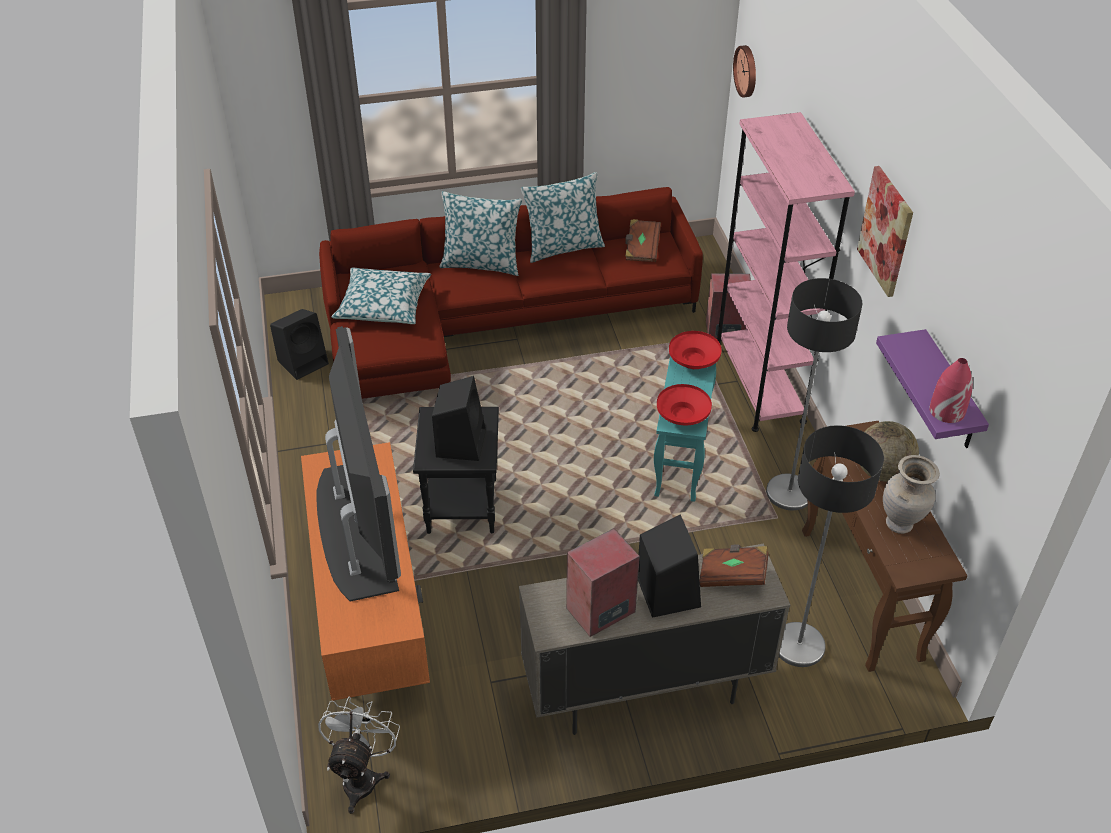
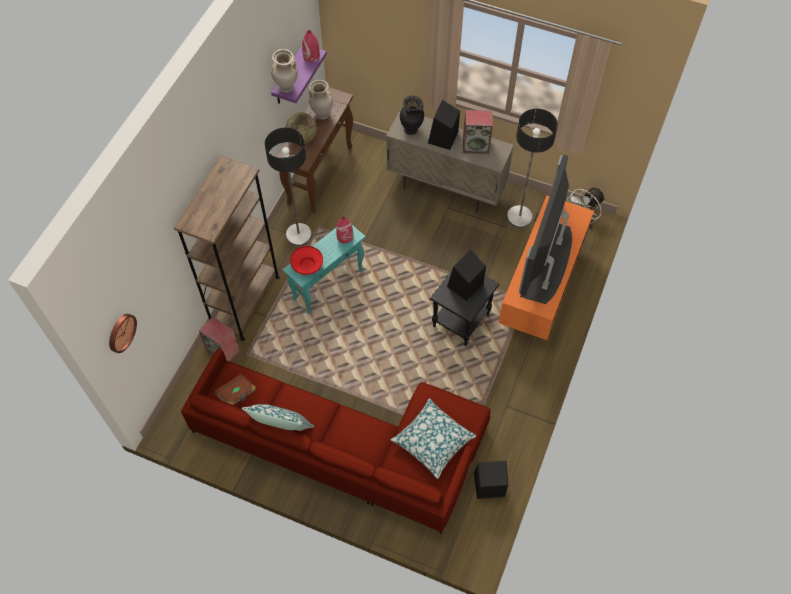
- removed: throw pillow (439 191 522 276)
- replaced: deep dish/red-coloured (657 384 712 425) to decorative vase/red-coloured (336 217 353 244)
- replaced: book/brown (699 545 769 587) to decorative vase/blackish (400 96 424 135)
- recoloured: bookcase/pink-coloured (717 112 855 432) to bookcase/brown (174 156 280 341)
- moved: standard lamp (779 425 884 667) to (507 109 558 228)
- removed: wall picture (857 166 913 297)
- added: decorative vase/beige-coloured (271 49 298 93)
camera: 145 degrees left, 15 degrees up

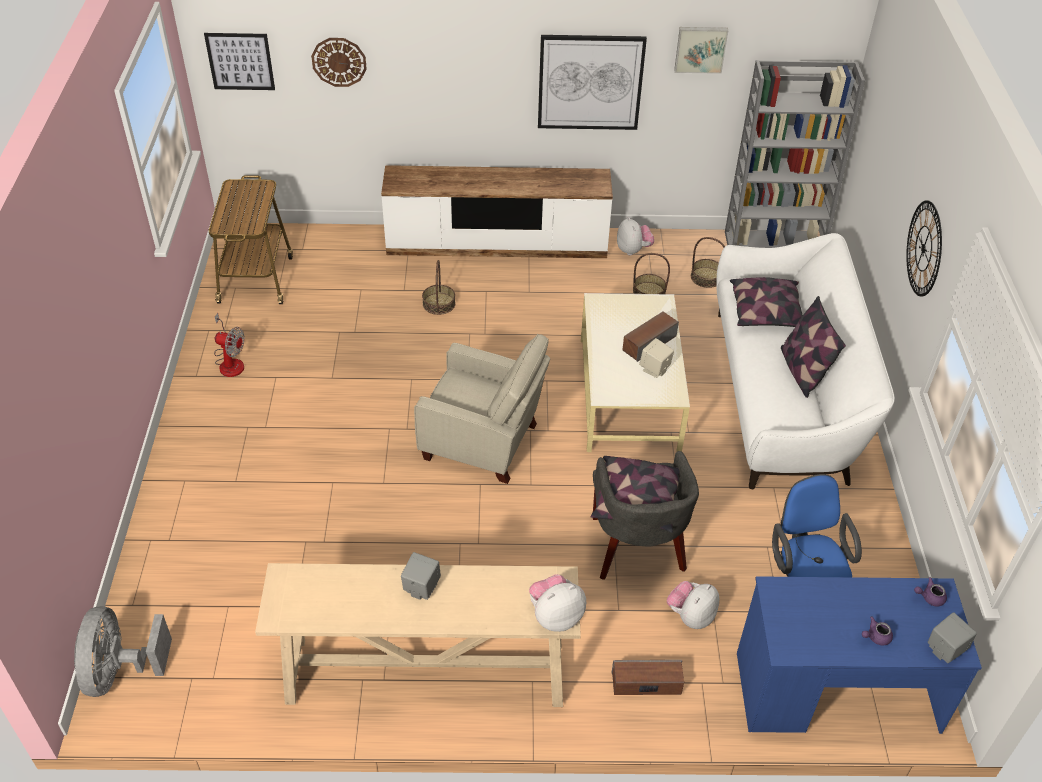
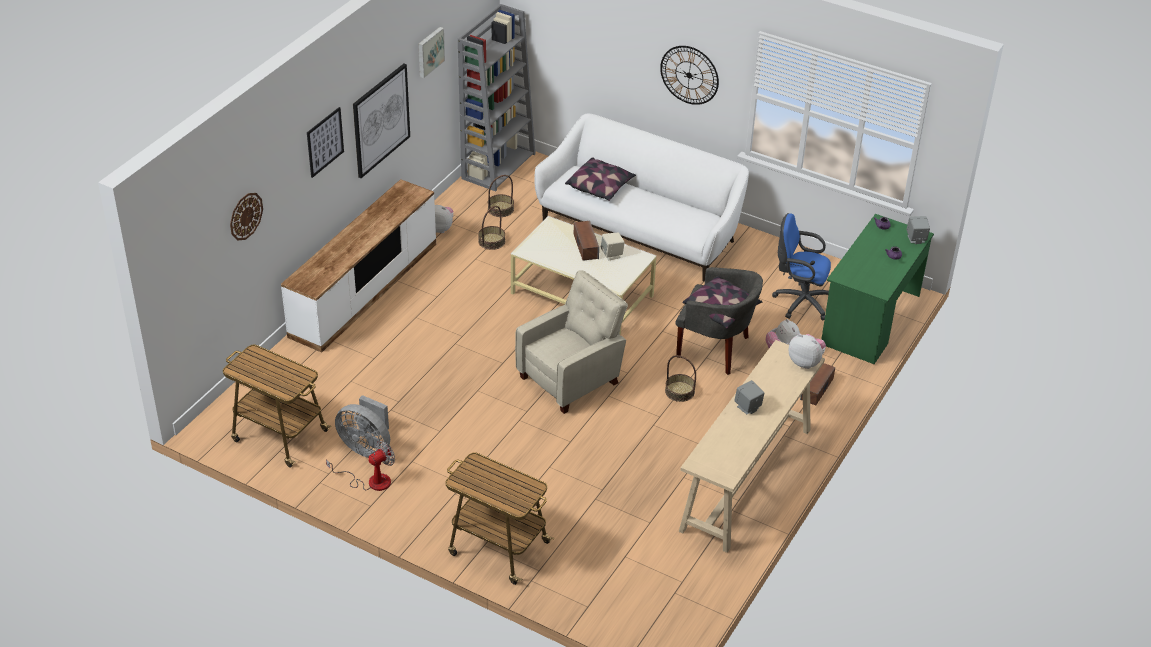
- moved: fan/grey (74 606 172 697) to (335 395 390 458)
- moved: wall picture (204 33 275 90) to (307 107 344 178)
- moved: storage basket (422 260 455 315) to (665 355 696 402)
- turned: soft toy (529 574 586 632) = (788 334 826 369) 120 degrees clockwise
- recoloured: desk unit/blue-coloured (737 576 982 734) to desk unit/green-coloured (821 214 934 364)
- removed: throw pillow (781 296 846 398)
- added: trolley (446 452 555 585)
camera: 60 degrees left, 5 degrees down

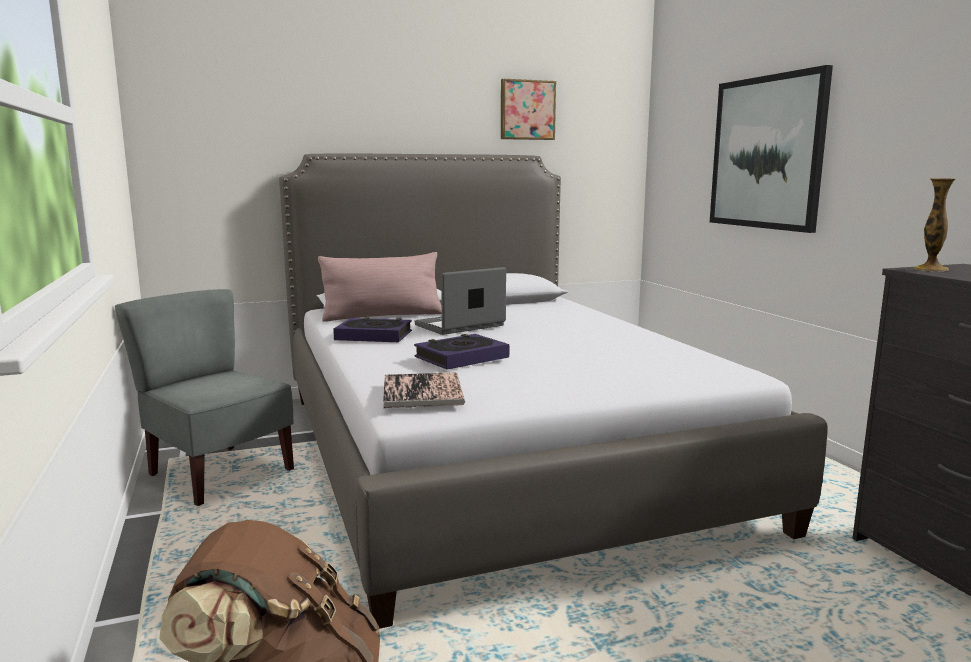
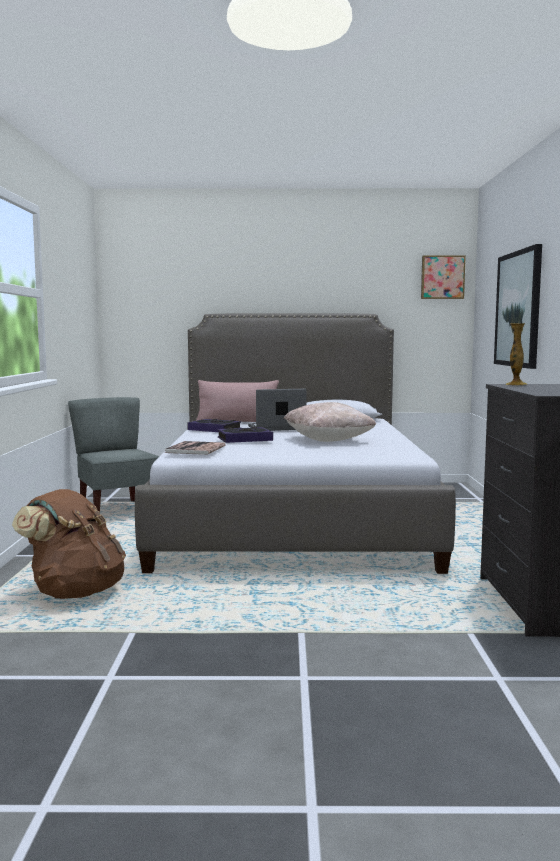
- moved: wall picture (501 79 556 140) to (421 255 466 299)
- added: throw pillow/beige-coloured (284 402 376 442)
camera: 20 degrees right, 5 degrees down

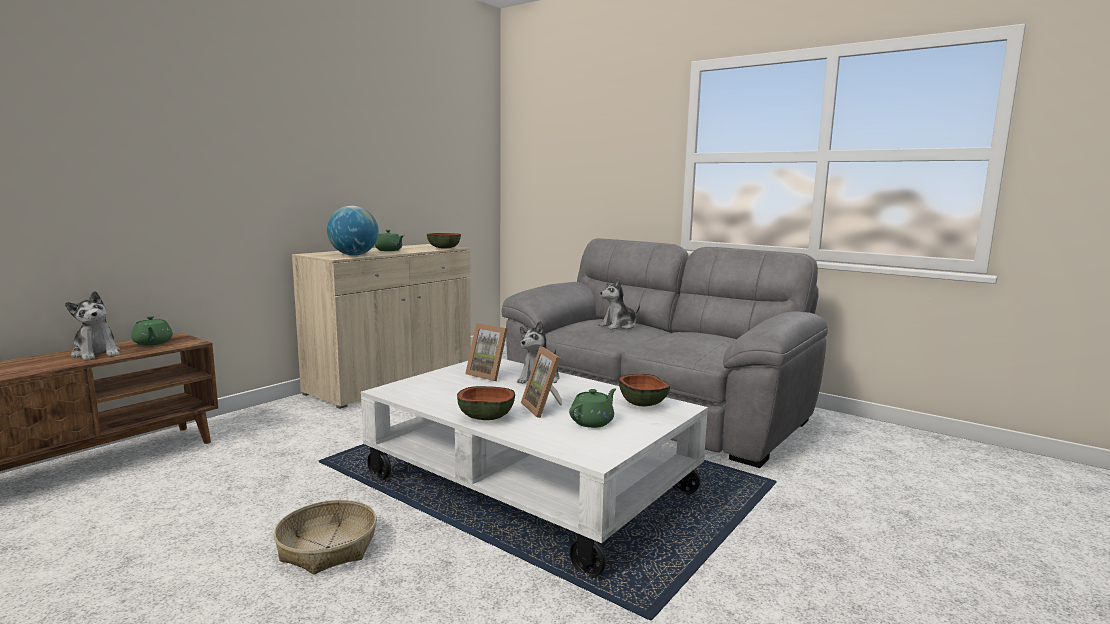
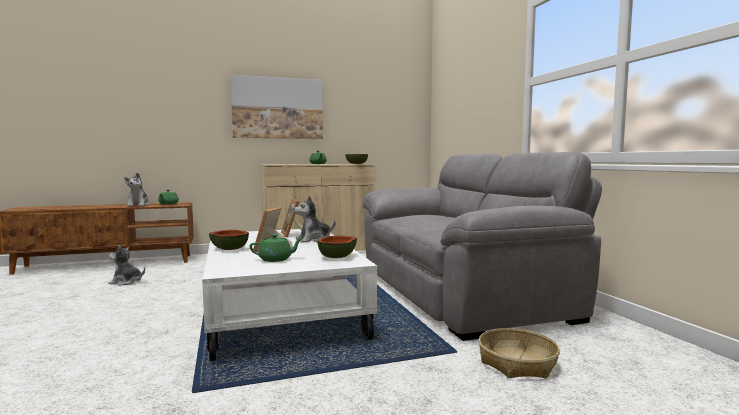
- moved: storage basket (273 500 377 574) to (479 328 560 378)
- removed: globe (327 206 379 256)
- moved: soft toy (599 278 640 330) to (108 245 145 286)
- added: wall picture (231 75 323 139)
camera: 35 degrees right, 5 degrees down

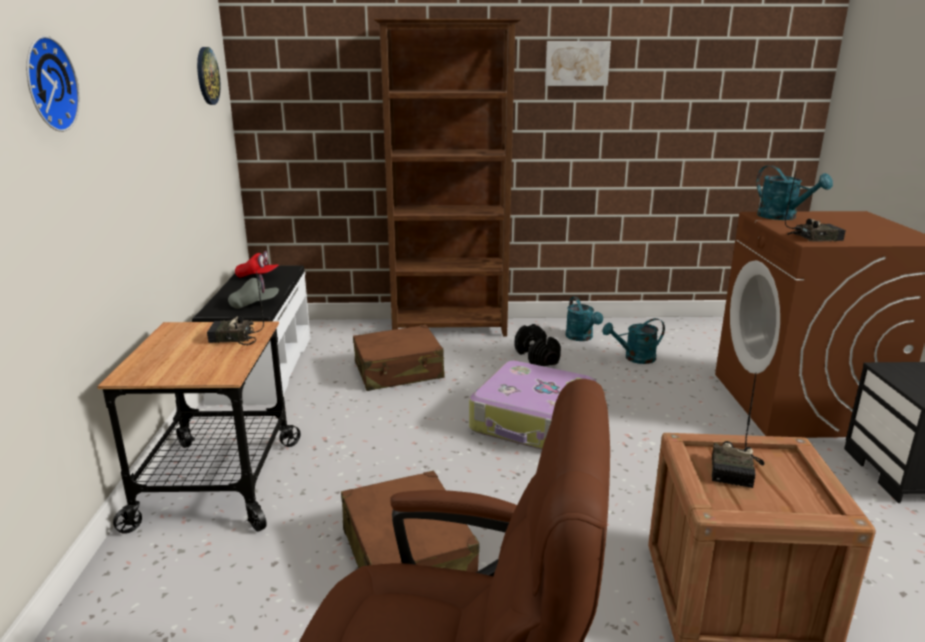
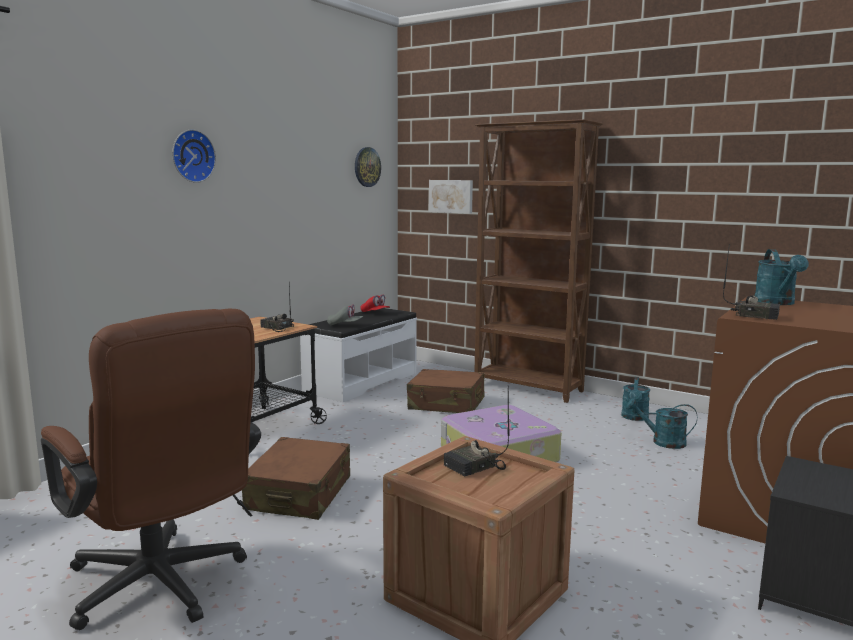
- removed: dumbbell/blackish (514 324 561 366)
- moved: wall picture (545 41 611 86) to (429 180 473 214)
camera: 35 degrees right, 10 degrees down

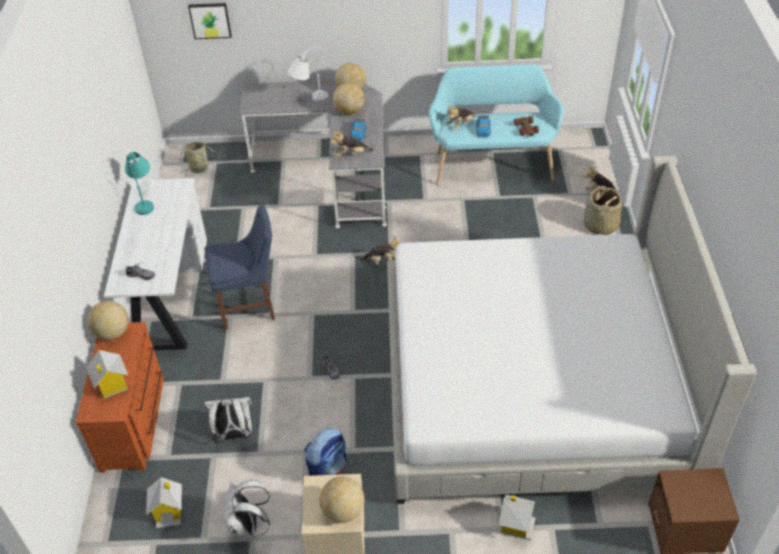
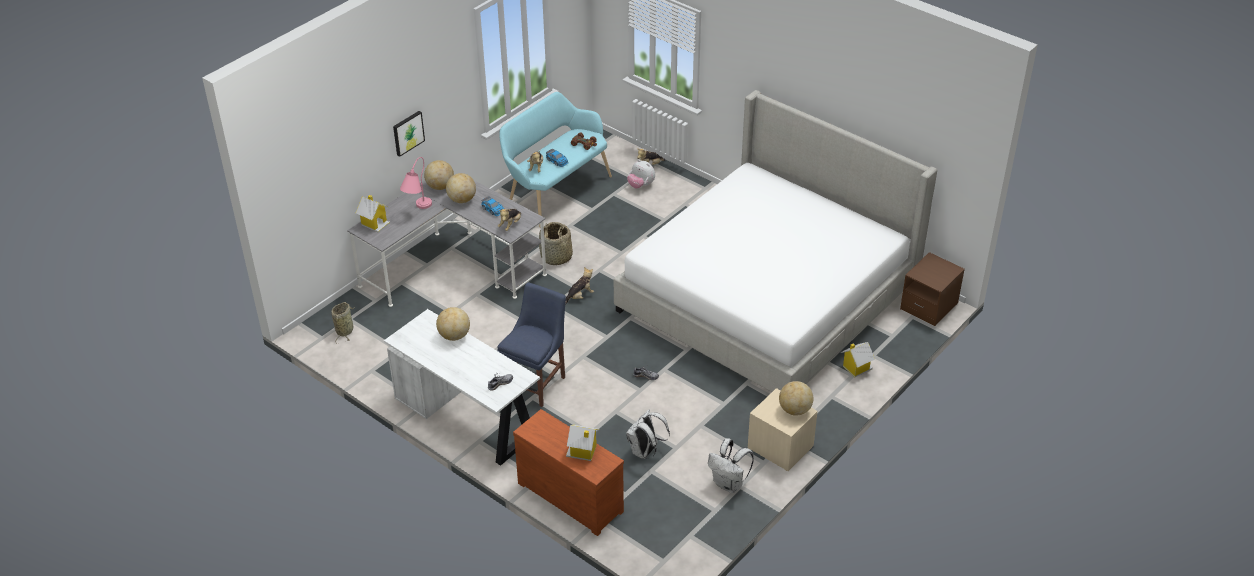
- moved: globe (87 301 128 340) to (436 307 470 341)
- removed: tabletop lamp/turquoise (125 152 154 215)
- moved: model house (146 477 182 529) to (356 195 390 233)
- moved: wall picture (188 3 232 39) to (393 111 425 157)
- recoloured: tabletop lamp/whitish (288 47 328 102) to tabletop lamp/pink-coloured (400 157 432 209)
- removed: rucksack (304 428 346 476)
- moved: storage basket (584 186 622 235) to (539 222 573 265)
- added: soft toy (627 160 655 189)
camera: 50 degrees left, 5 degrees down

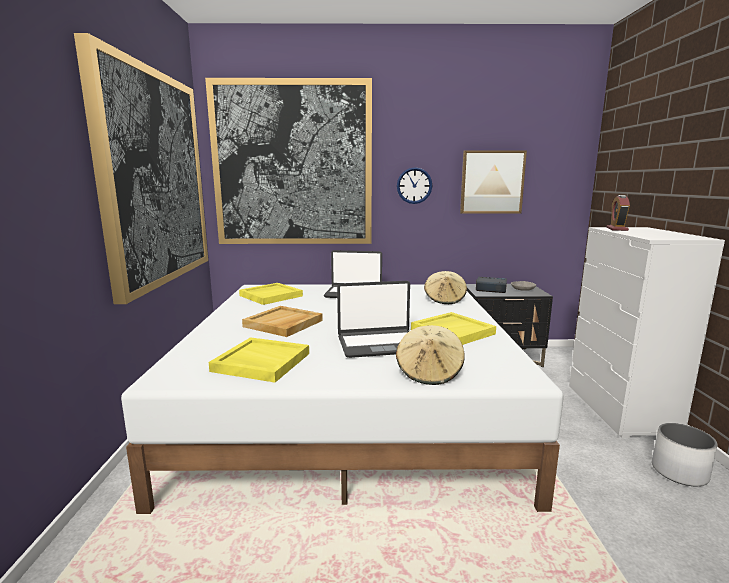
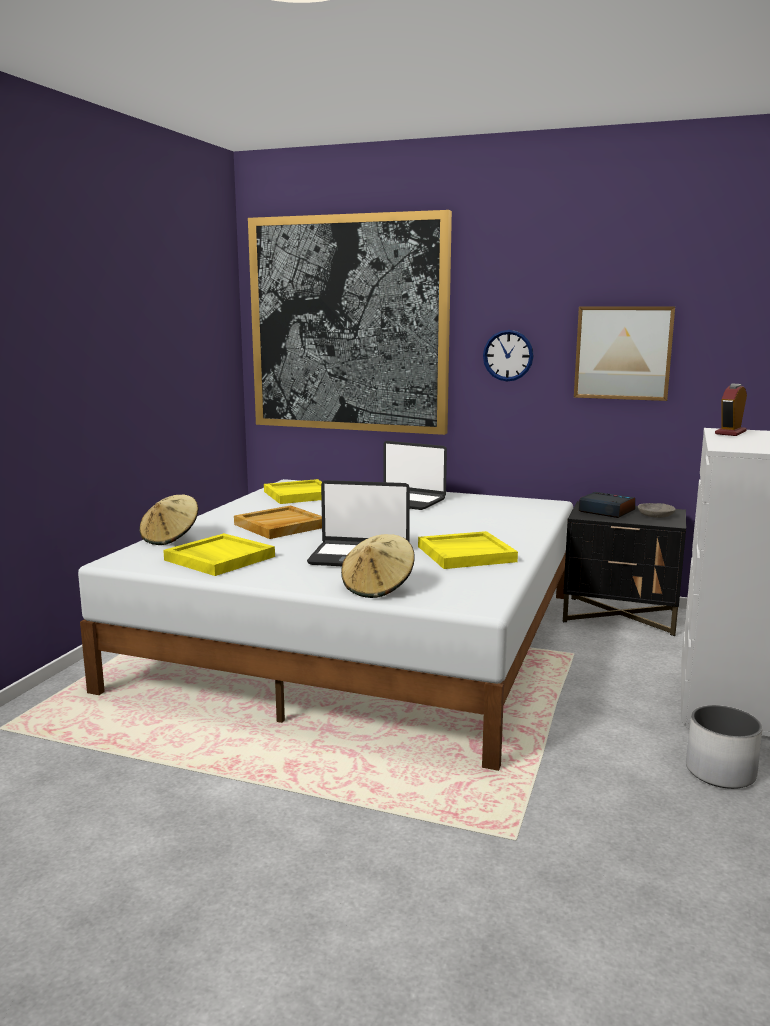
- removed: wall picture (74 33 208 304)
- moved: wearable hat/beige-coloured (424 271 467 304) to (139 495 198 545)
camera: 20 degrees right, 0 degrees up

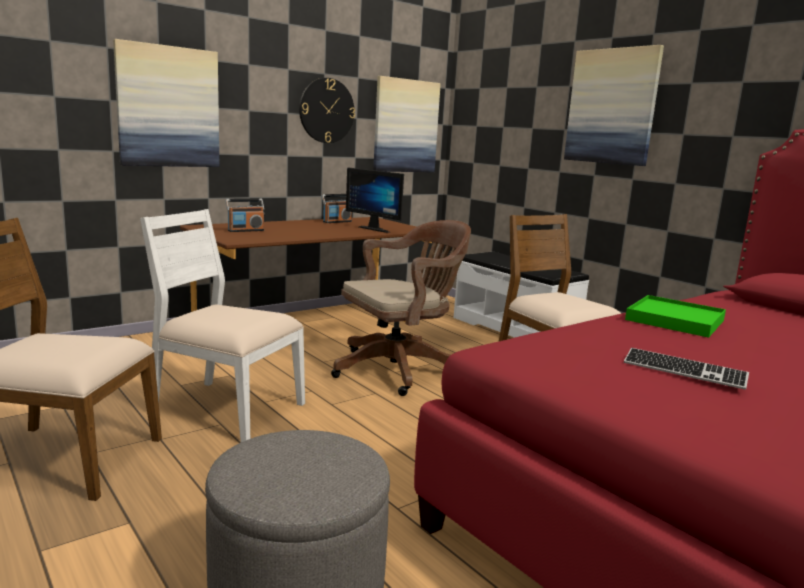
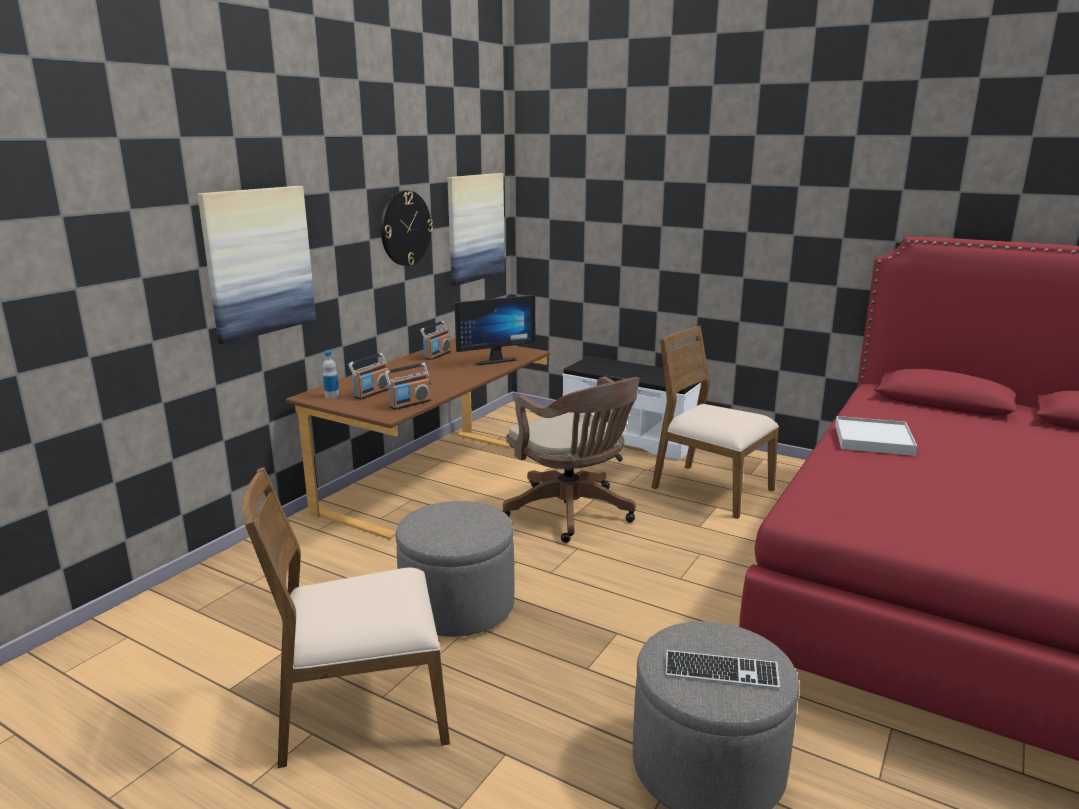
- replaced: plain chair/whitish (140 209 305 442) to ottoman/grey (396 501 515 637)
- turned: desk chair/brown (331 220 471 396) = (502 377 640 543) 105 degrees clockwise
- turned: monitor (346 167 404 233) = (454 295 535 366) 45 degrees counterclockwise
- removed: wall picture (564 45 664 166)
- moved: computer keyboard (624 348 749 390) to (665 650 780 689)
- recoloured: tray/green-coloured (625 295 726 338) to tray/whitish (835 416 917 456)
- added: beverage bottle (323 350 339 399)
- added: radio (384 363 431 410)
camera: 20 degrees left, 5 degrees up

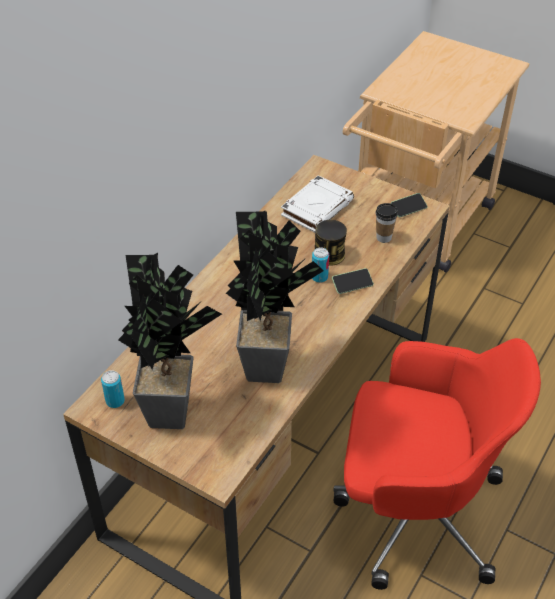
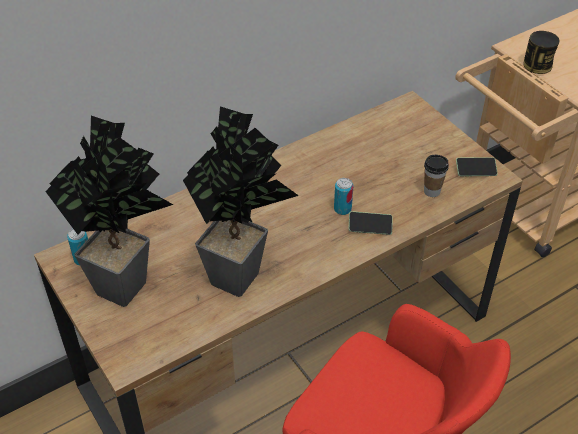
- removed: book/whitish (281 175 354 232)
- moved: metal can (315 220 347 266) to (523 31 559 74)
camera: 25 degrees right, 0 degrees up

